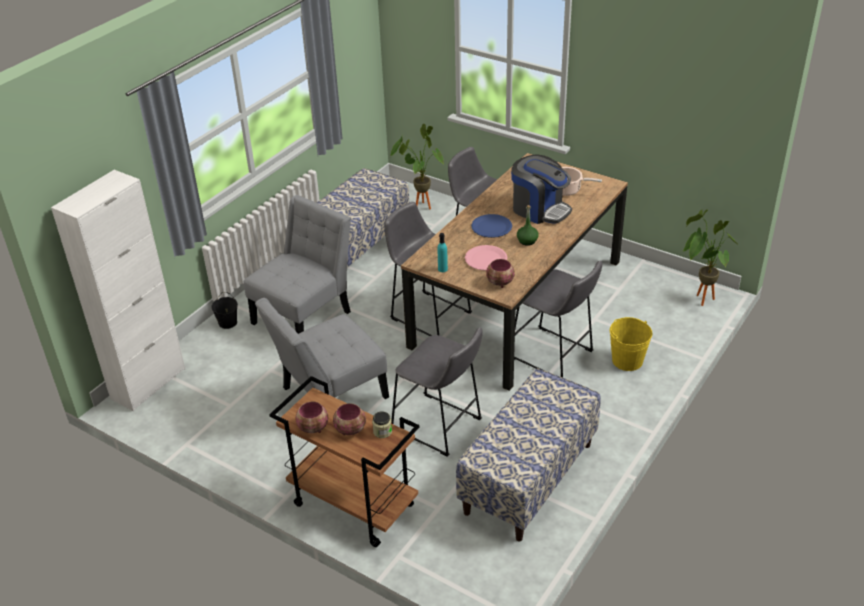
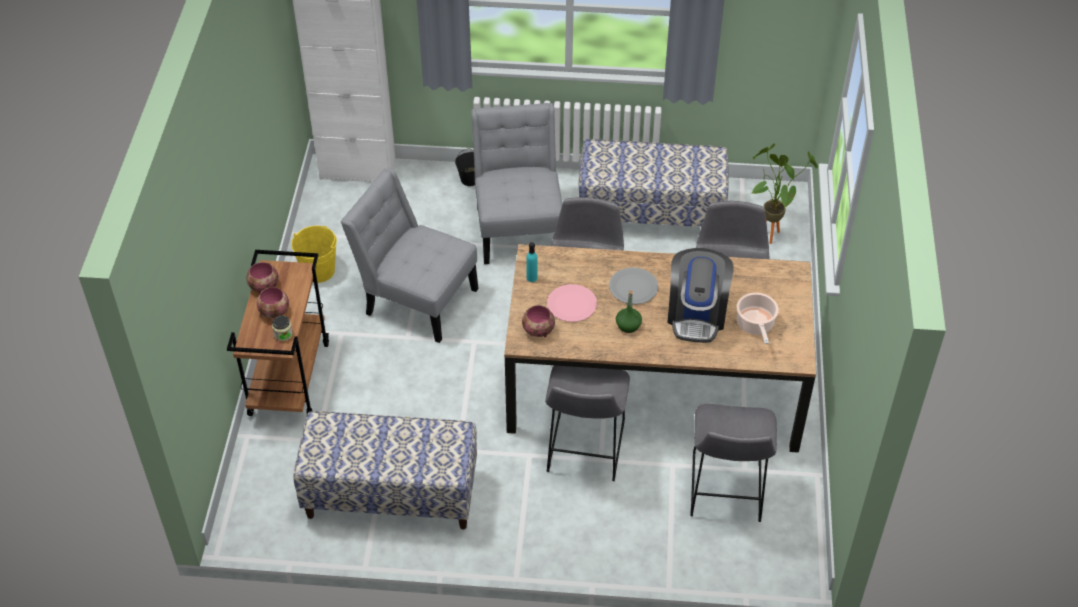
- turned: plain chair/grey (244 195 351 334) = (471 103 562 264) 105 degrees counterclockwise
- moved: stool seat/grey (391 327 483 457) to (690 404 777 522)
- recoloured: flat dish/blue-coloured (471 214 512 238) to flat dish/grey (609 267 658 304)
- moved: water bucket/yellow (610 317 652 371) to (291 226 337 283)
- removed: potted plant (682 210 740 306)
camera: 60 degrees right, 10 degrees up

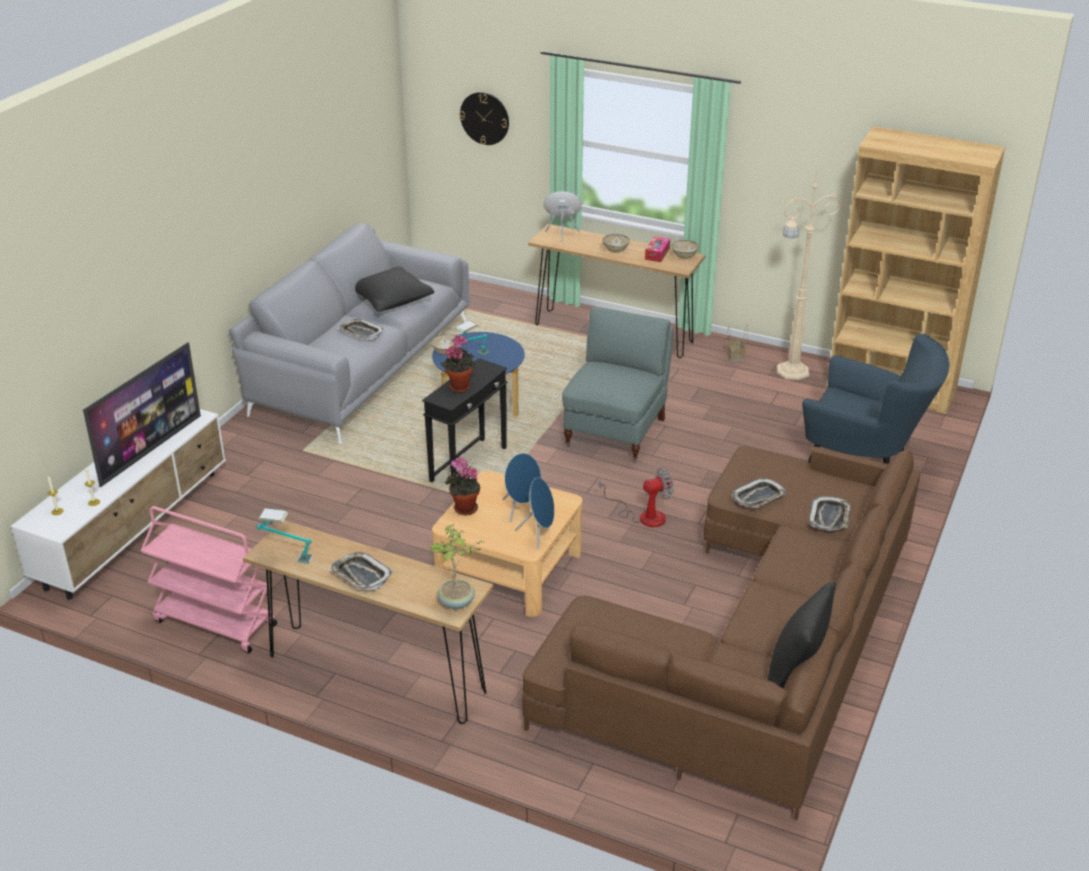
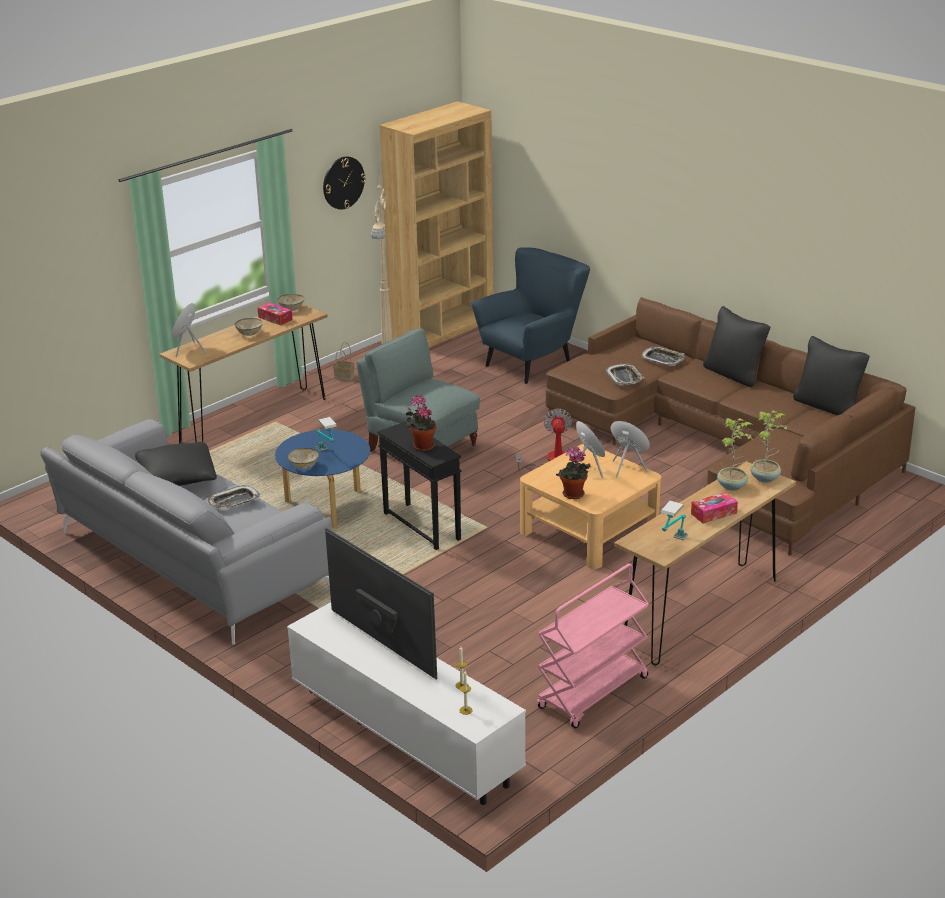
- replaced: tray (330 552 393 590) to box of tissues (691 492 738 524)
- moved: clock on the wall (459 92 509 145) to (323 156 366 209)
- added: throw pillow/blackish (703 306 770 387)
- added: potted plant (717 418 753 491)
camera: 70 degrees left, 5 degrees down

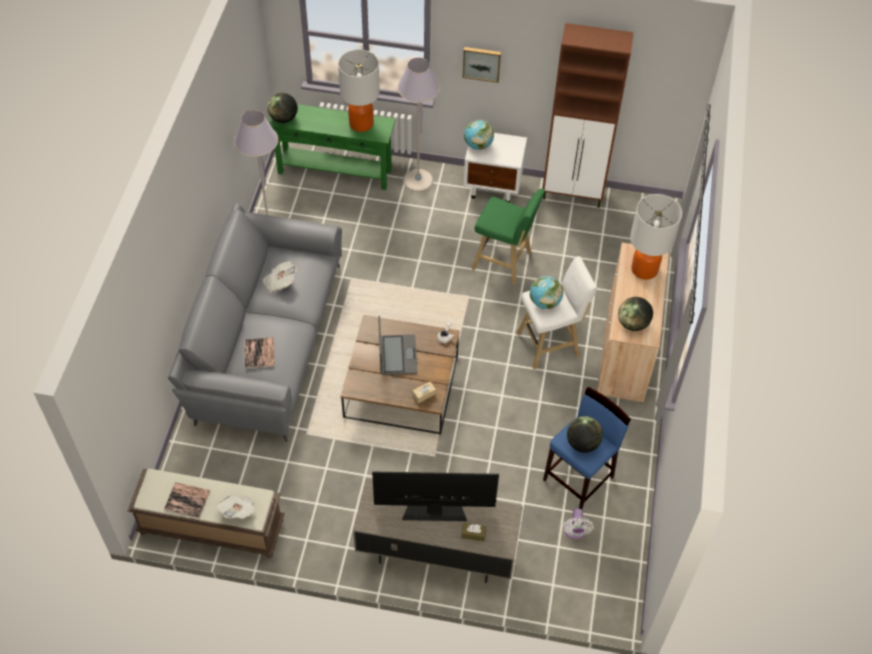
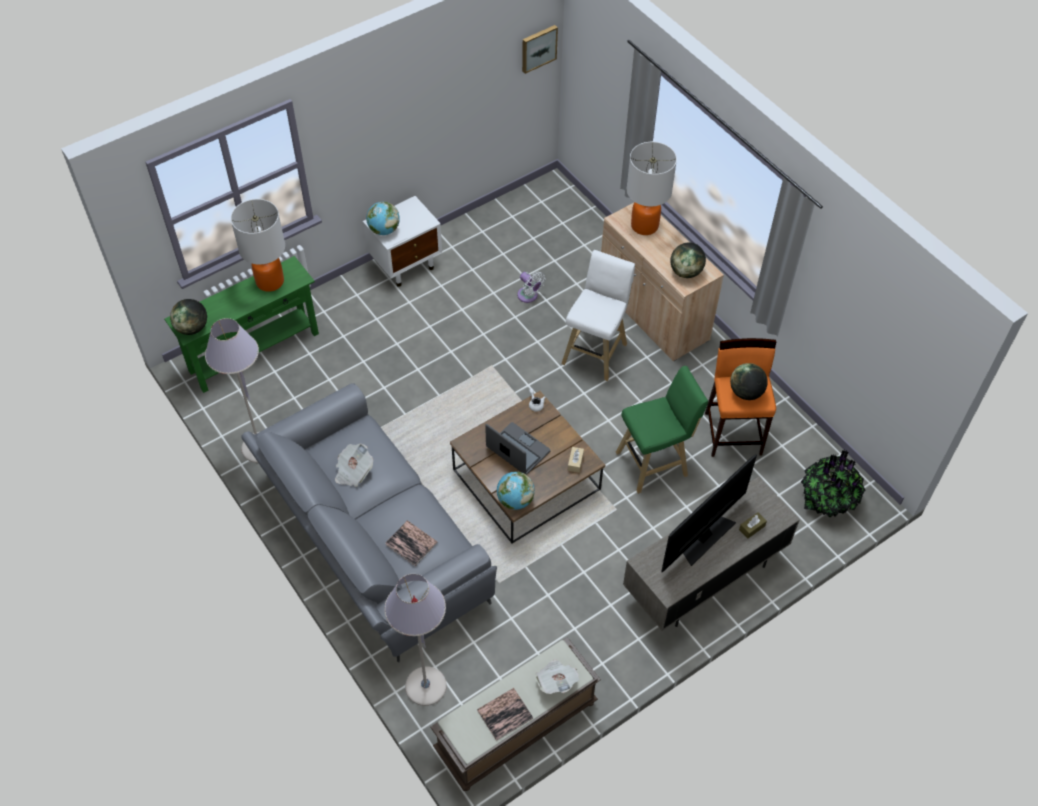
- moved: standard lamp/grey (397 57 440 192) to (384 574 447 706)
- moved: wall picture (463 47 501 83) to (522 25 558 74)
- moved: stool seat/green-coloured (472 188 545 285) to (616 366 708 494)
- moved: globe (530 276 563 309) to (497 472 535 510)
- removed: cupboard/brown (543 23 634 208)
- recoloured: stool seat/blue-coloured (543 387 631 509) to stool seat/orangey (705 338 776 457)
- moved: fan/whitish (563 508 594 539) to (517 272 545 303)
- added: potted plant (801 450 865 517)
camera: 45 degrees left, 0 degrees up

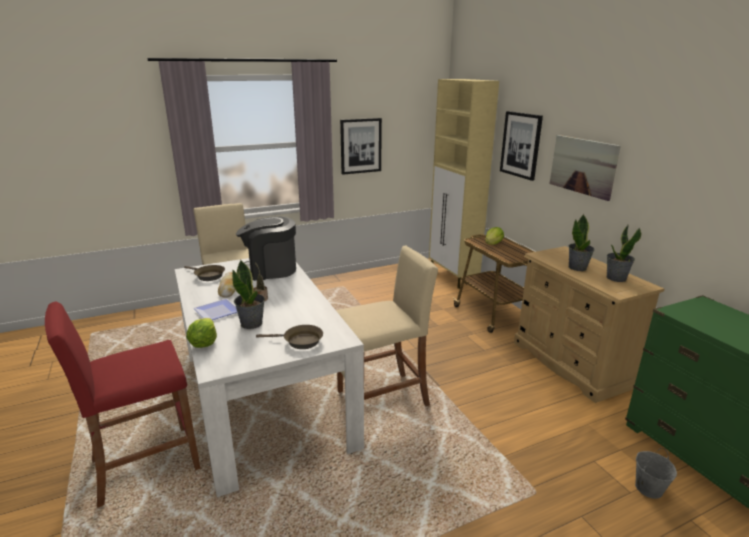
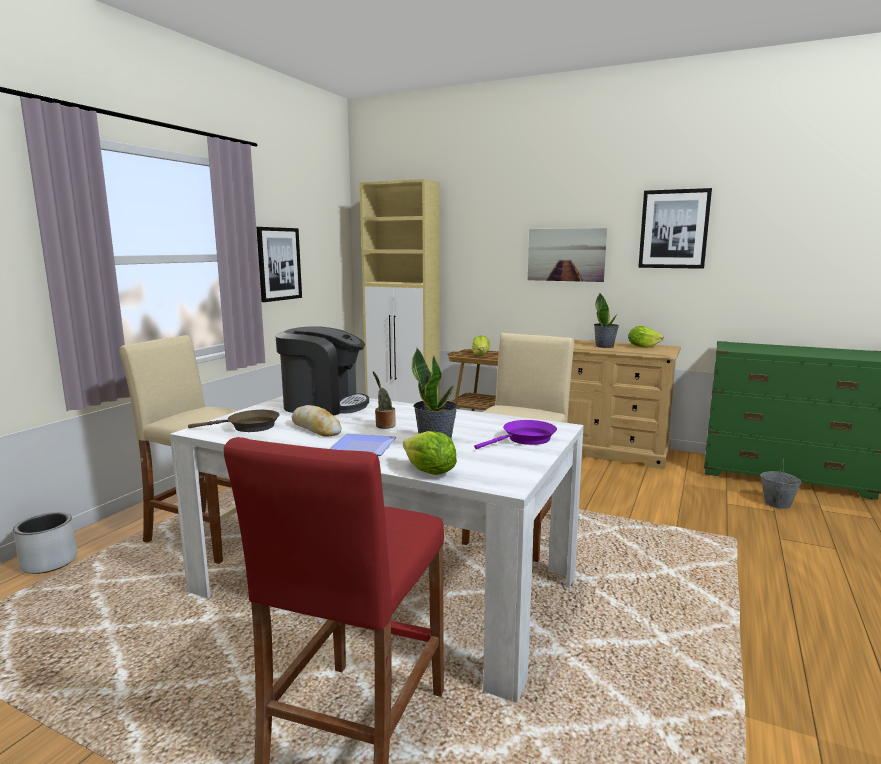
- turned: coffee brewer (236 216 296 281) = (276 326 369 416) 120 degrees counterclockwise
- recoloured: frying pan/brown (256 325 323 349) to frying pan/purplish (474 420 557 449)
- moved: wall picture (500 111 543 181) to (638 188 712 269)
- replaced: potted plant (607 225 642 282) to lettuce head (628 326 663 348)
- added: planter/grey (13 512 77 574)
camera: 40 degrees left, 10 degrees down

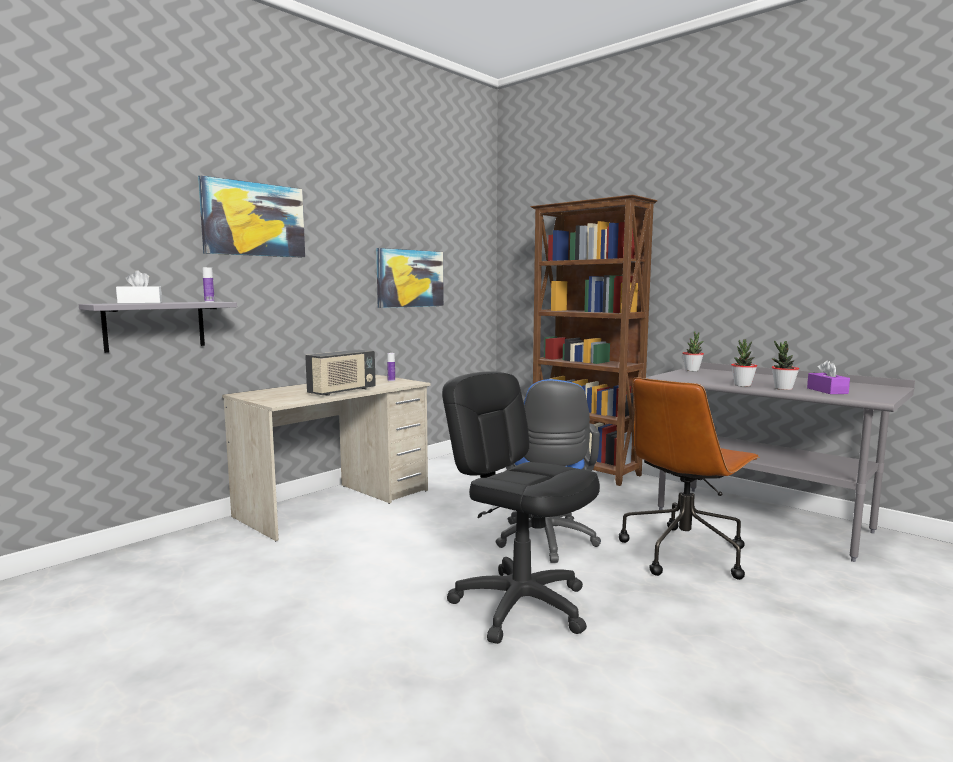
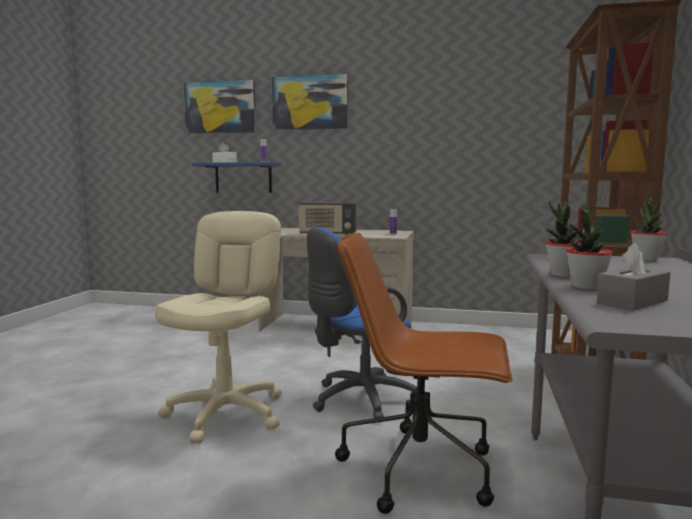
- recoloured: bracket shelf/grey (79 302 237 353) to bracket shelf/blue-coloured (192 162 282 193)
- moved: wall picture (376 248 444 308) to (184 80 256 134)
- recoloured: desk chair/blackish (442 371 600 644) to desk chair/beige-coloured (155 211 281 443)
- recoloured: box of tissues/purplish (807 360 850 394) to box of tissues/grey (597 243 671 311)
camera: 60 degrees right, 0 degrees up

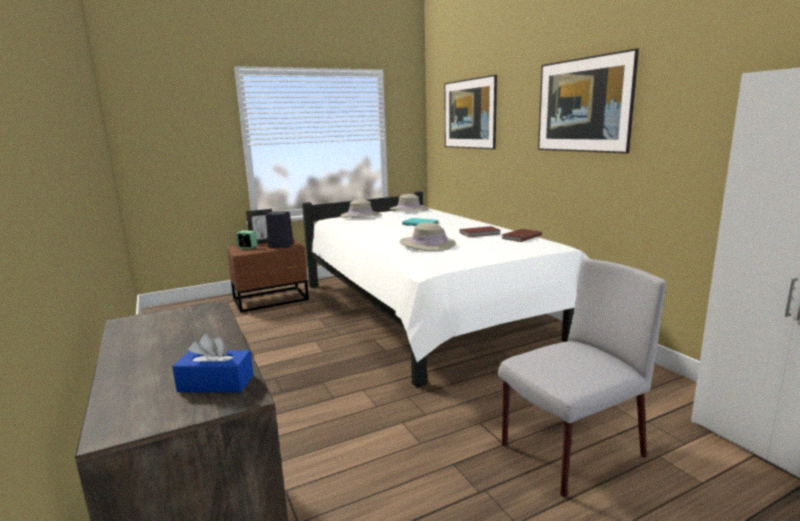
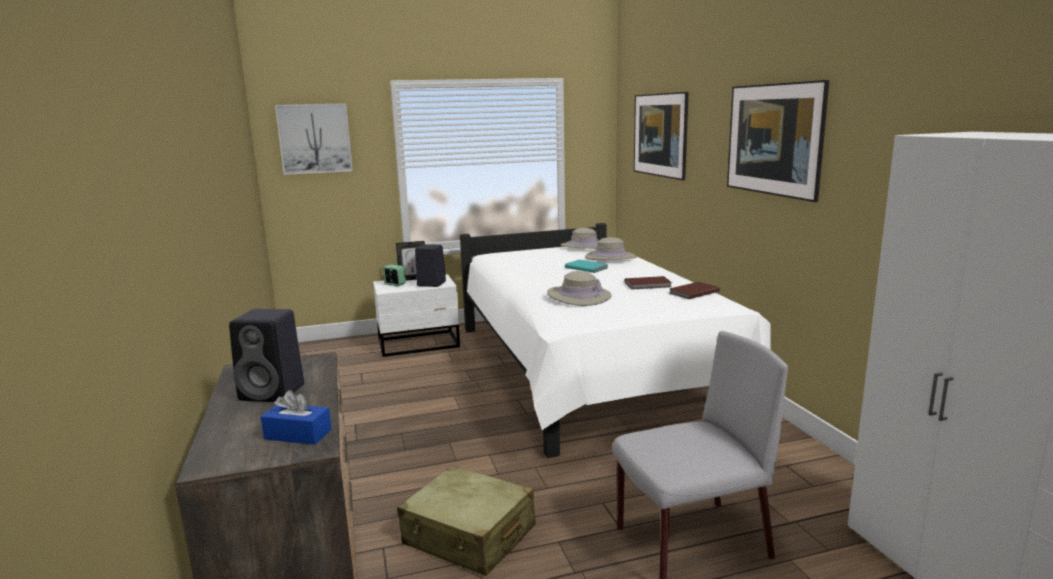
- recoloured: nightstand/brown (226 239 309 313) to nightstand/whitish (373 274 460 357)
- moved: wearable hat/beige-coloured (340 199 382 218) to (585 237 636 260)
- added: audio speaker/blackish (229 309 304 402)
- added: wall picture (275 103 353 175)
- added: piece of luggage/beige-coloured (397 465 535 576)
camera: 10 degrees right, 0 degrees up

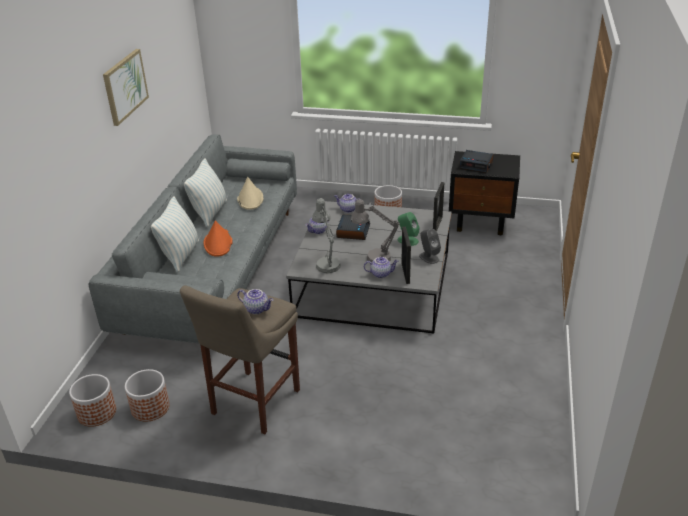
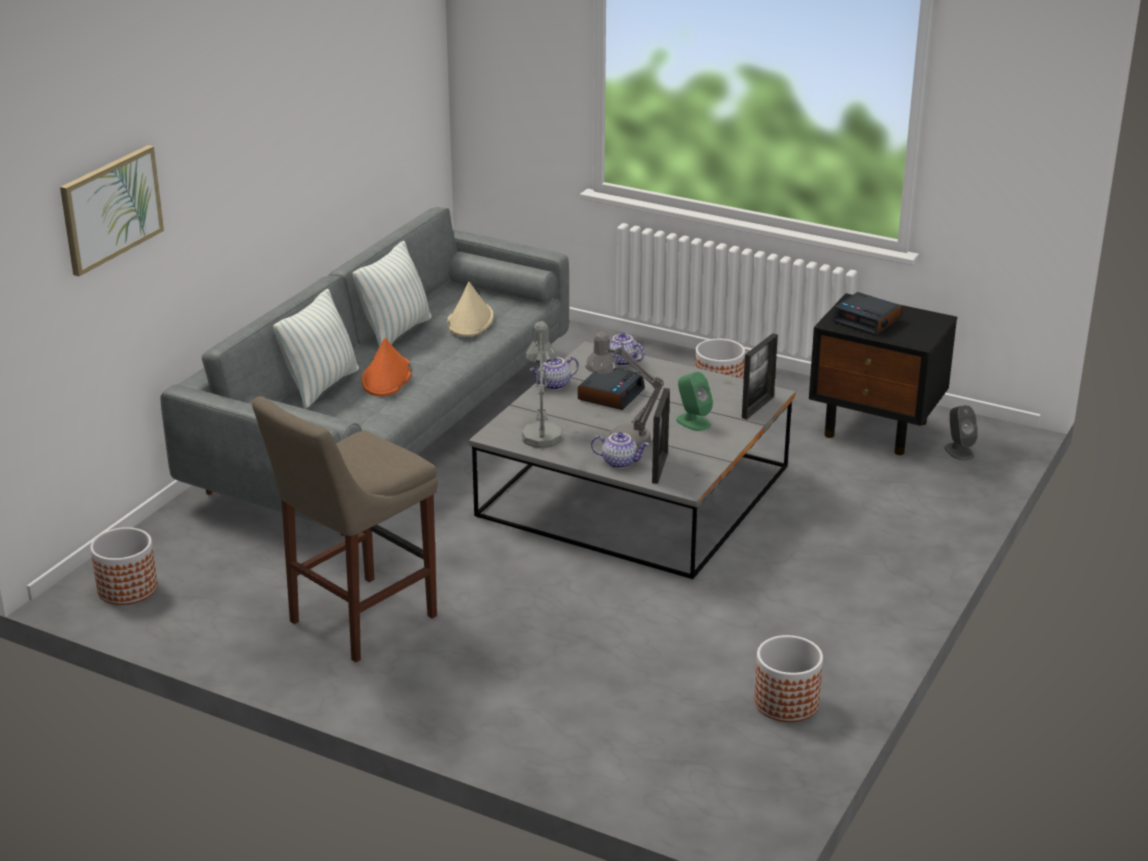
- moved: wall picture (103 49 149 126) to (60 145 164 276)
- moved: planter (125 369 170 422) to (754 635 823 722)
- removed: teapot (237 289 273 314)
- moved: audio speaker/grey (419 229 441 264) to (944 405 978 460)
camera: 15 degrees right, 5 degrees down

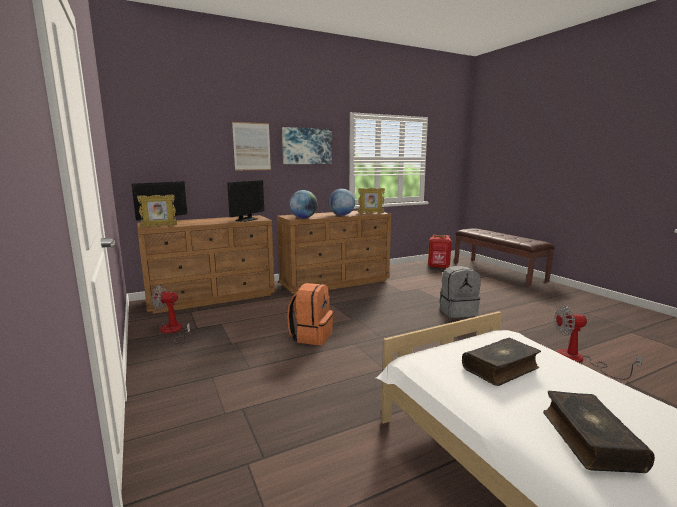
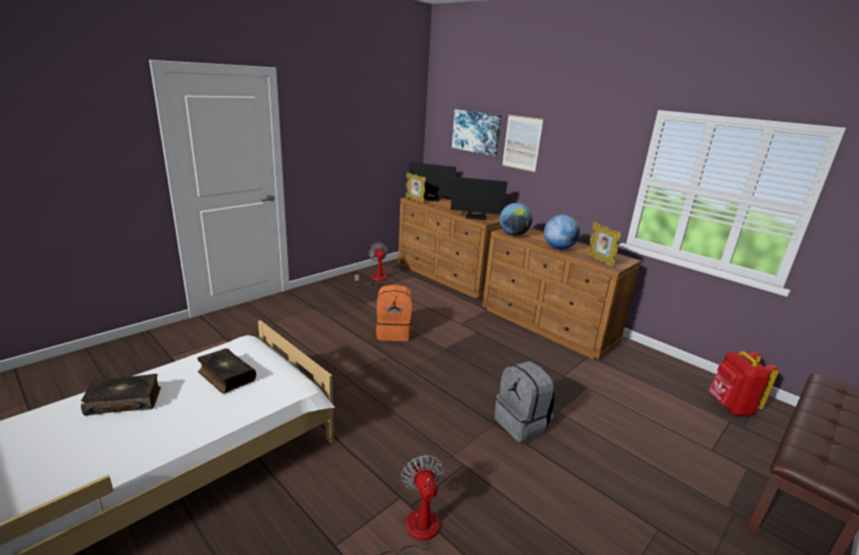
- moved: wall picture (282 127 332 164) to (452 110 502 156)
camera: 70 degrees right, 10 degrees up

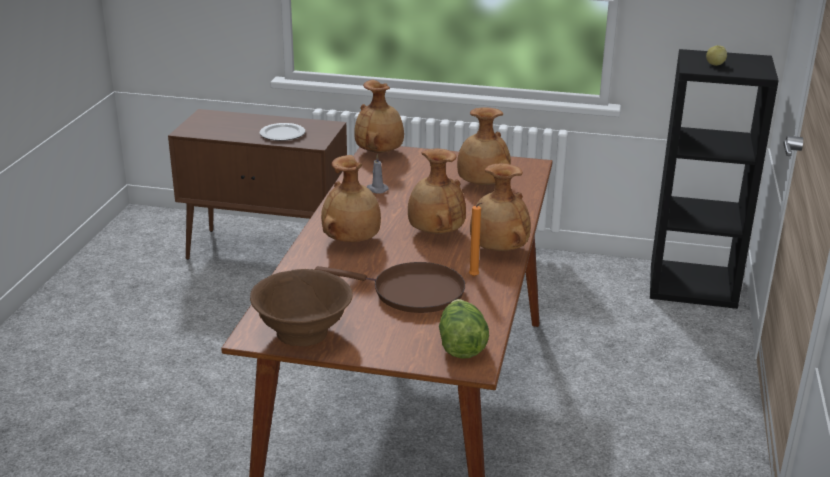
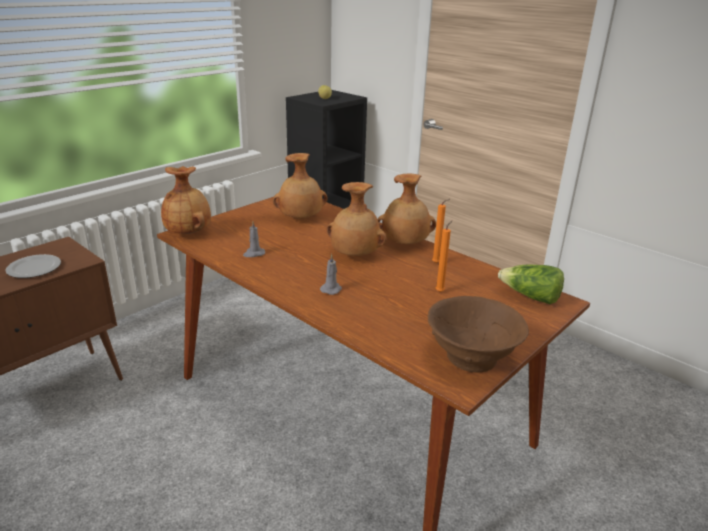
- replaced: frying pan/brown (315 262 465 313) to wax light/orangey (436 221 452 292)
- replaced: decorative vase/brown (321 155 381 242) to wax light/grey (320 254 342 295)
camera: 60 degrees left, 0 degrees up

